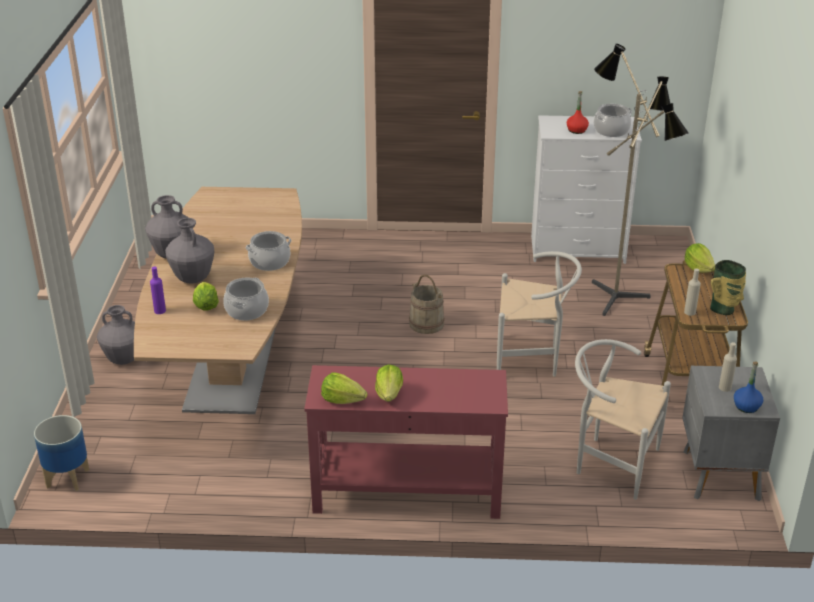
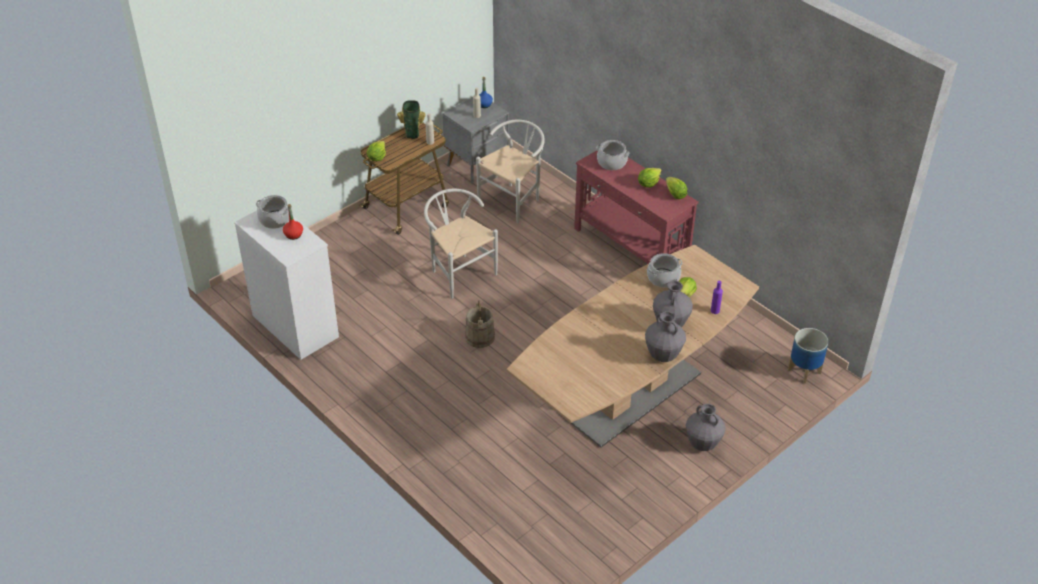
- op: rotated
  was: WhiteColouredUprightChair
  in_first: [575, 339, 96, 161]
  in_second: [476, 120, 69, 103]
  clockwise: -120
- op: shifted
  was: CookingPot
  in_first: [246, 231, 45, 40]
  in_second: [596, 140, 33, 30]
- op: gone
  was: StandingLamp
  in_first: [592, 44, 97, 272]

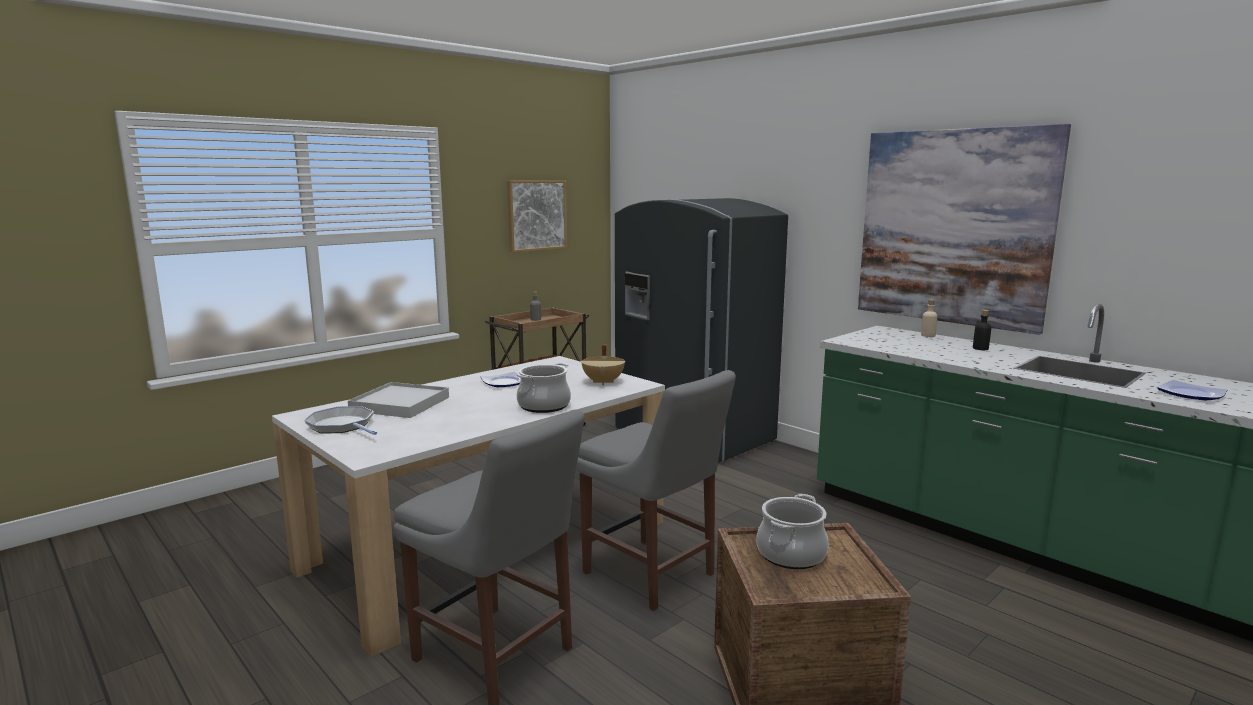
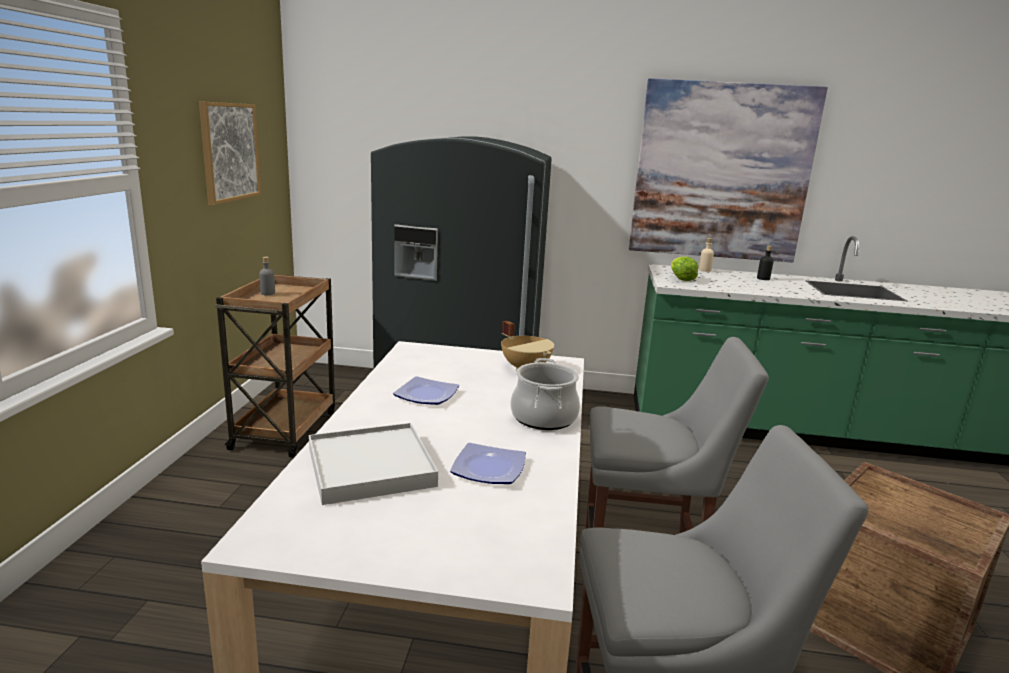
- op: shifted
  was: DinnerPlate
  in_first: [1157, 380, 70, 20]
  in_second: [450, 443, 76, 41]
- op: new
  now: HeadOfLettuce
  in_second: [671, 256, 27, 25]
- op: gone
  was: FryingPan
  in_first: [304, 406, 73, 29]
- op: gone
  was: CookingPot
  in_first: [756, 494, 73, 75]

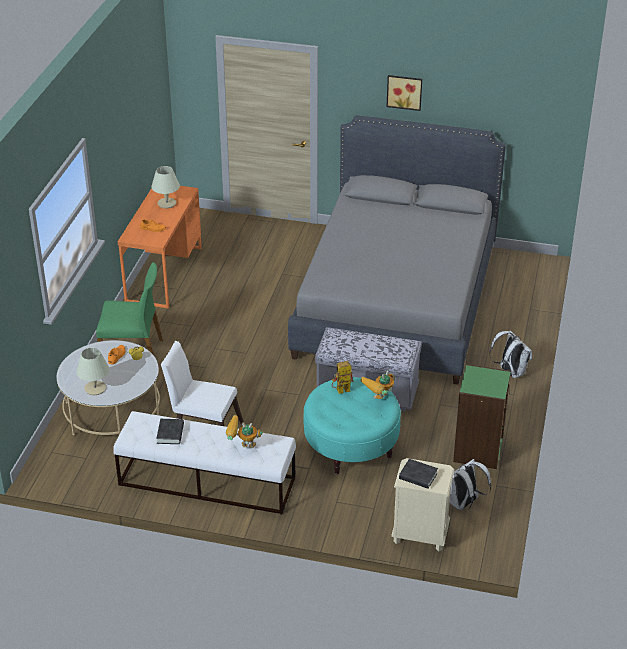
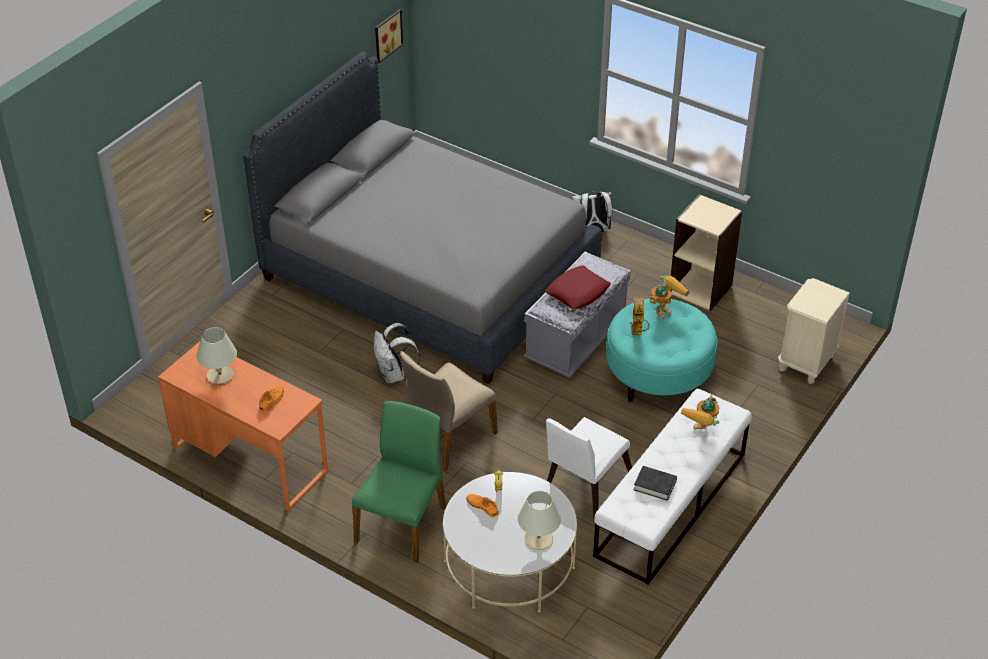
- op: shifted
  was: WhiteColouredKnapsack
  in_first: [450, 459, 41, 51]
  in_second: [374, 323, 46, 60]
- op: shifted
  was: WallPicture
  in_first: [387, 75, 35, 36]
  in_second: [375, 9, 28, 54]
- op: new
  now: SandColouredUprightChair
  in_second: [400, 351, 98, 120]
- op: new
  now: RedThrowPillow
  in_second: [545, 265, 66, 45]
- op: rotated
  was: ModelRobot
  in_first: [360, 370, 35, 29]
  in_second: [649, 275, 40, 45]
  clockwise: -105
- op: repainted
  was: GreenishBookshelf
  now: SandColouredBookshelf
  in_first: [453, 364, 58, 105]
  in_second: [671, 194, 72, 117]
- op: gone
  was: BlackColouredBook
  in_first: [399, 459, 39, 30]

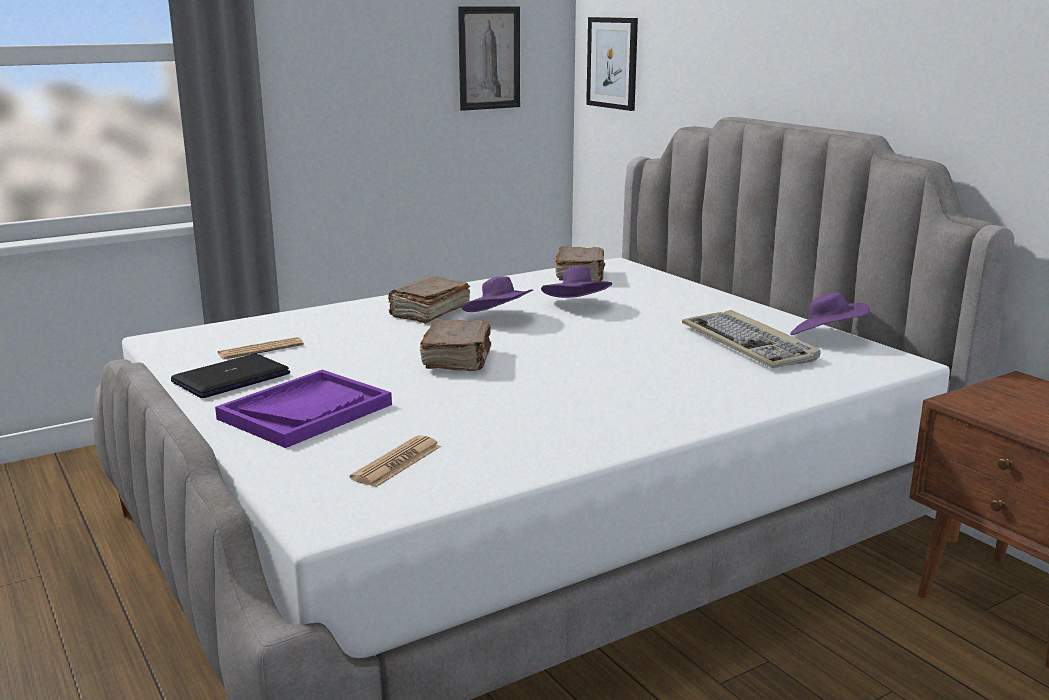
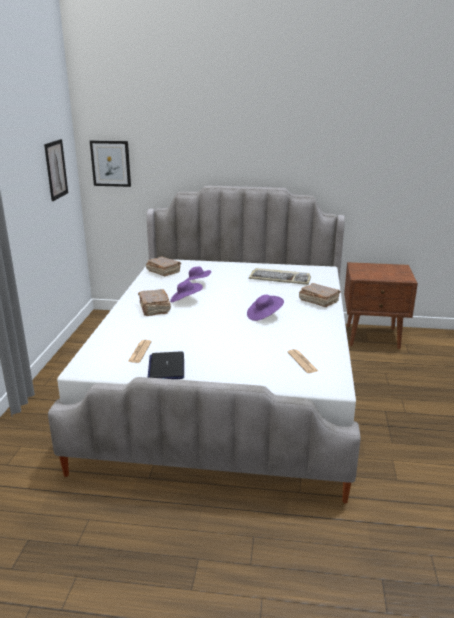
- op: shifted
  was: PurplishWearableHat
  in_first: [790, 293, 80, 42]
  in_second: [247, 295, 37, 26]
- op: shifted
  was: BrownColouredBook
  in_first: [420, 319, 71, 52]
  in_second: [299, 283, 42, 24]
- op: gone
  was: PurplishServingTray
  in_first: [215, 370, 177, 78]

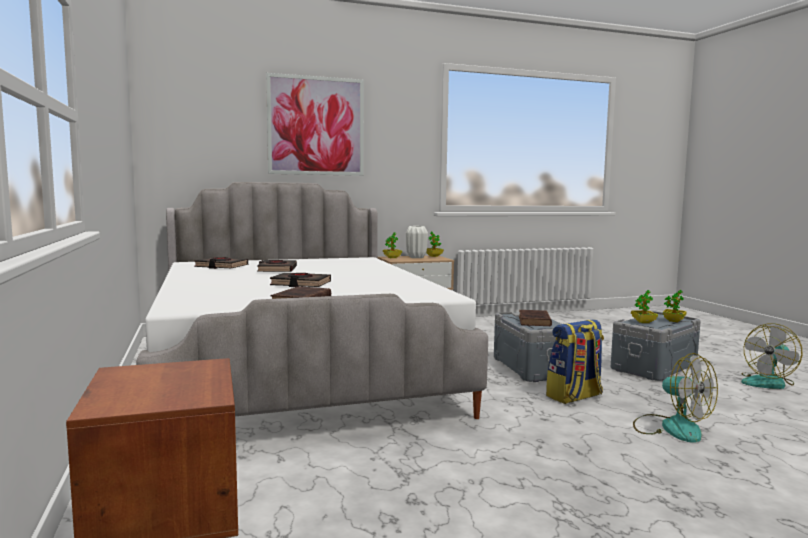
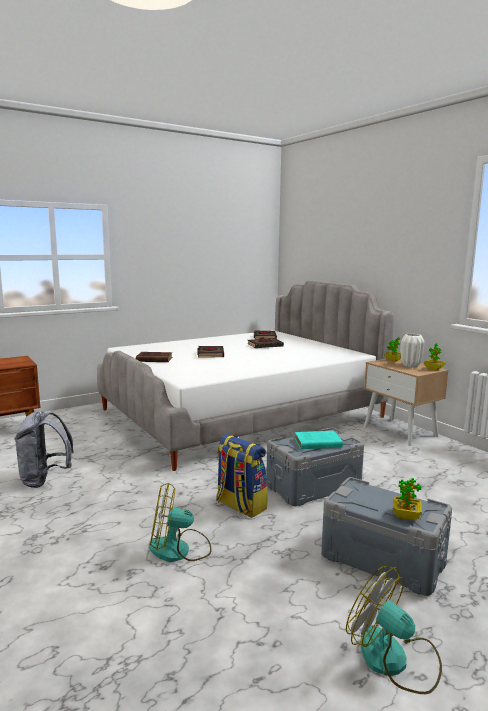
- op: new
  now: GreyishKnapsack
  in_second: [14, 411, 60, 77]
- op: rotated
  was: CoolingFan
  in_first: [633, 353, 85, 90]
  in_second: [149, 483, 63, 79]
  clockwise: 45
- op: repainted
  was: BrownColouredBook
  now: BlueGreenBook
  in_first: [519, 310, 33, 16]
  in_second: [295, 431, 48, 18]
- op: gone
  was: WallPicture
  in_first: [266, 73, 98, 103]
- op: gone
  was: PottedPlant
  in_first: [631, 290, 27, 33]

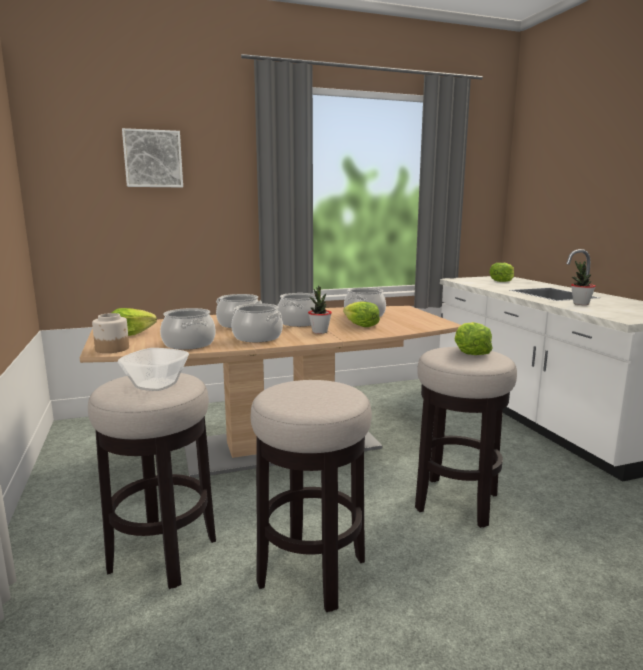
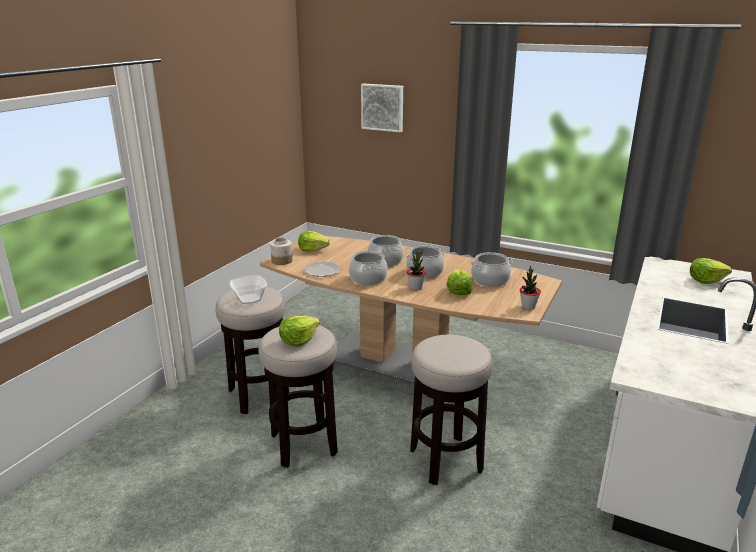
- op: shifted
  was: HeadOfLettuce
  in_first: [455, 322, 38, 33]
  in_second: [279, 316, 41, 31]
- op: swapped
  was: CookingPot
  now: DinnerPlate
  in_first: [160, 308, 56, 42]
  in_second: [304, 262, 36, 15]
- op: shifted
  was: PottedPlant
  in_first: [571, 260, 25, 45]
  in_second: [520, 266, 21, 43]

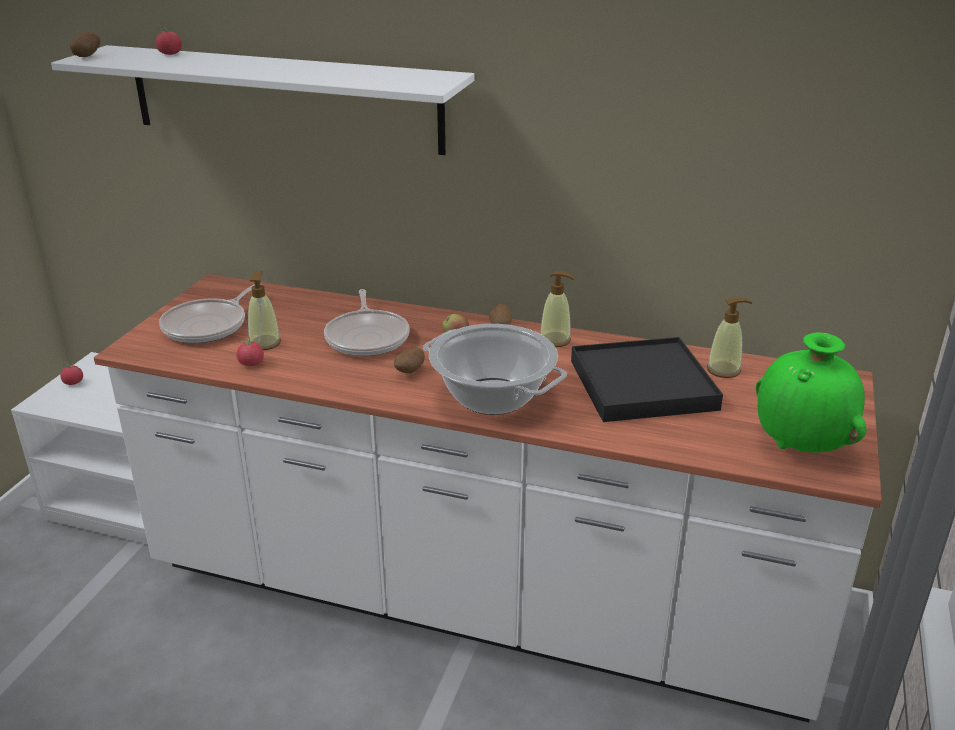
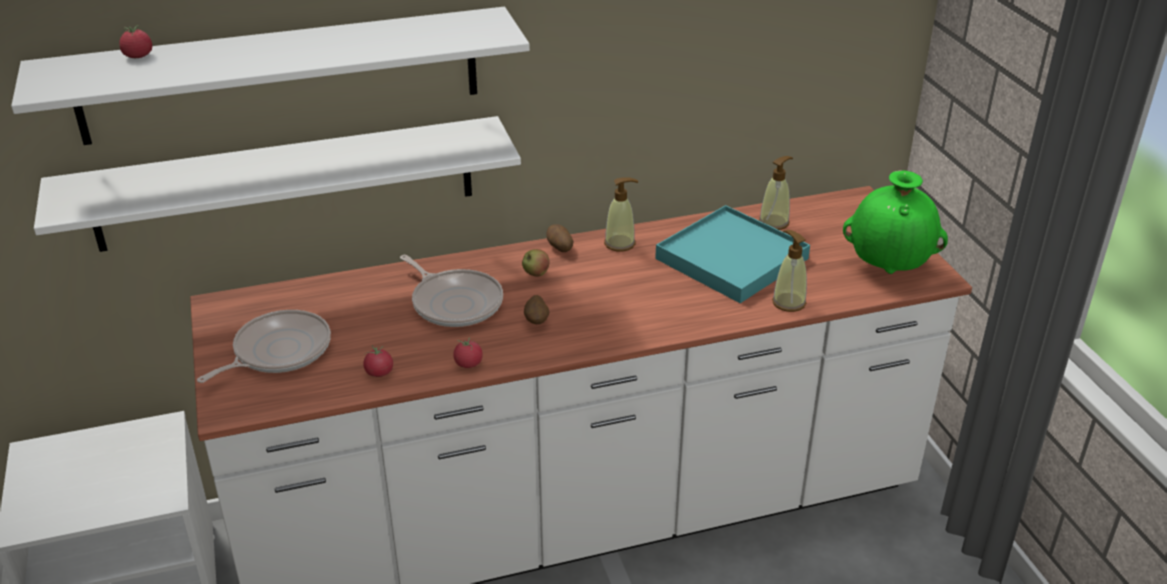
- op: new
  now: WhiteColouredWallShelf
  in_second: [34, 116, 487, 136]
- op: rotated
  was: FryingPan
  in_first: [159, 284, 96, 59]
  in_second: [197, 310, 134, 73]
  clockwise: -135
- op: shifted
  was: WholeTomato
  in_first: [60, 363, 23, 22]
  in_second: [453, 337, 30, 31]
- op: repainted
  was: BlackColouredServingTray
  now: BlueGreenServingTray
  in_first: [571, 337, 152, 85]
  in_second: [655, 205, 155, 98]
- op: shifted
  was: SoapDispenser
  in_first: [248, 271, 33, 79]
  in_second: [772, 230, 35, 82]
- op: gone
  was: Potato
  in_first: [70, 32, 30, 25]
- op: gone
  was: CookingPot
  in_first: [423, 324, 144, 91]

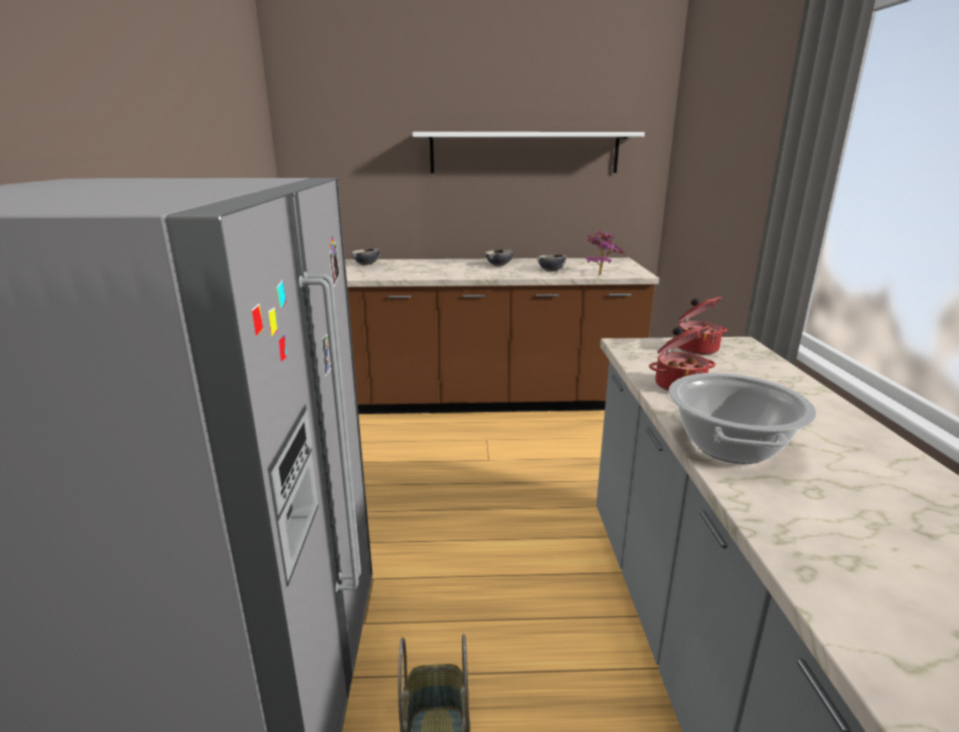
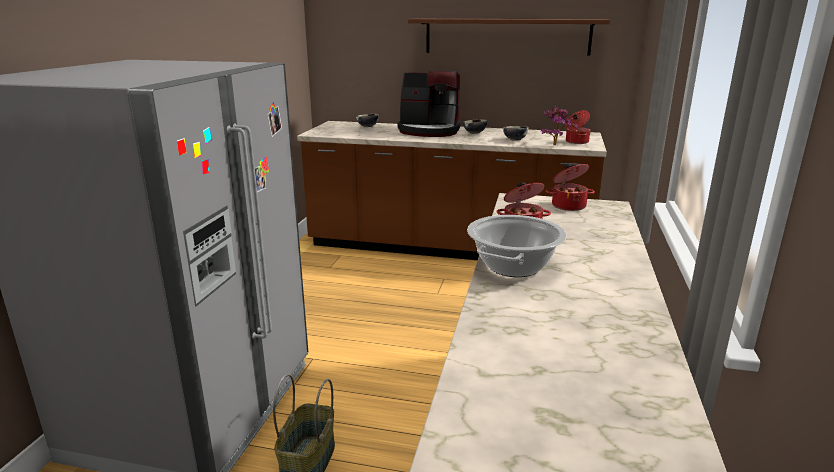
- op: new
  now: CoffeeMachine
  in_second: [398, 70, 64, 67]
- op: repainted
  was: WhiteColouredWallShelf
  now: BrownColouredWallShelf
  in_first: [412, 132, 233, 41]
  in_second: [408, 19, 202, 36]
- op: new
  now: CookingPot
  in_second: [566, 110, 24, 34]

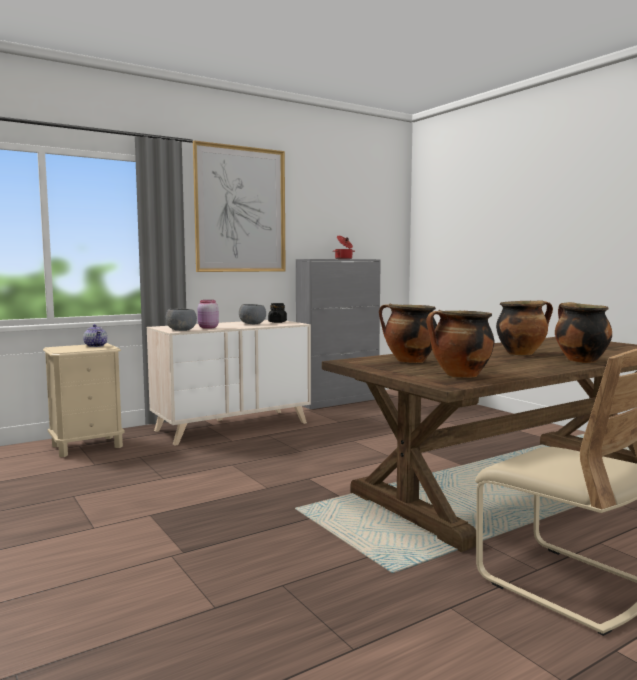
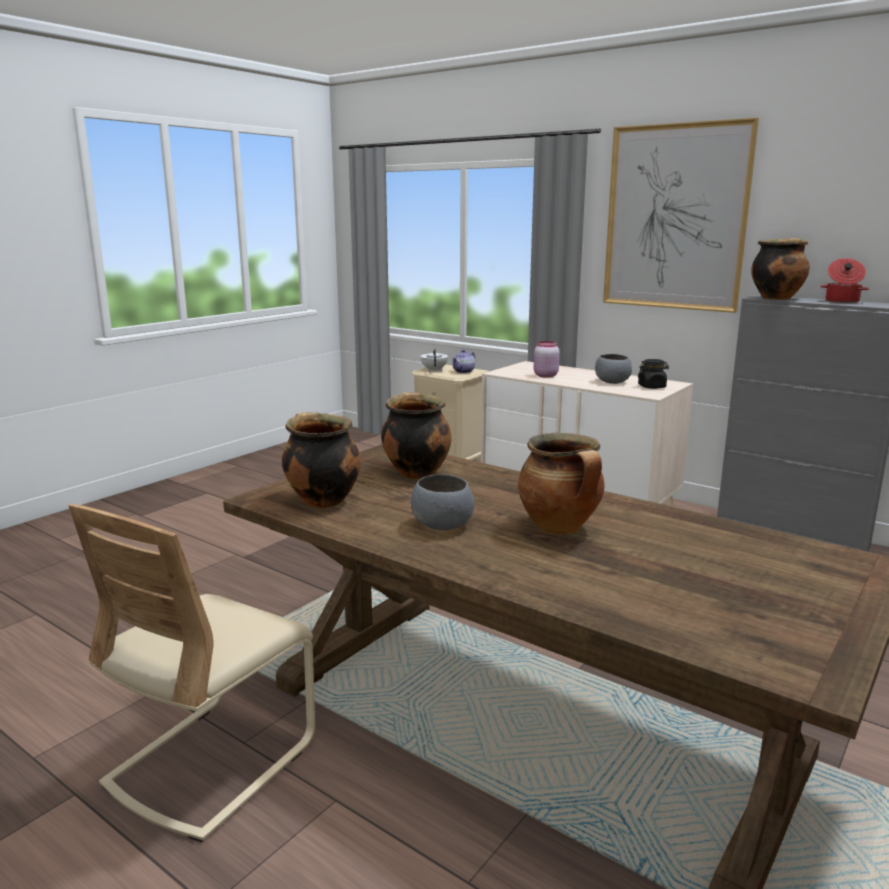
- op: shifted
  was: GreyishBowl
  in_first: [166, 309, 31, 22]
  in_second: [411, 474, 63, 56]
- op: new
  now: WhiteColouredTeapot
  in_second: [420, 349, 28, 23]
- op: shifted
  was: CookingPot
  in_first: [555, 302, 57, 61]
  in_second: [751, 238, 59, 62]

